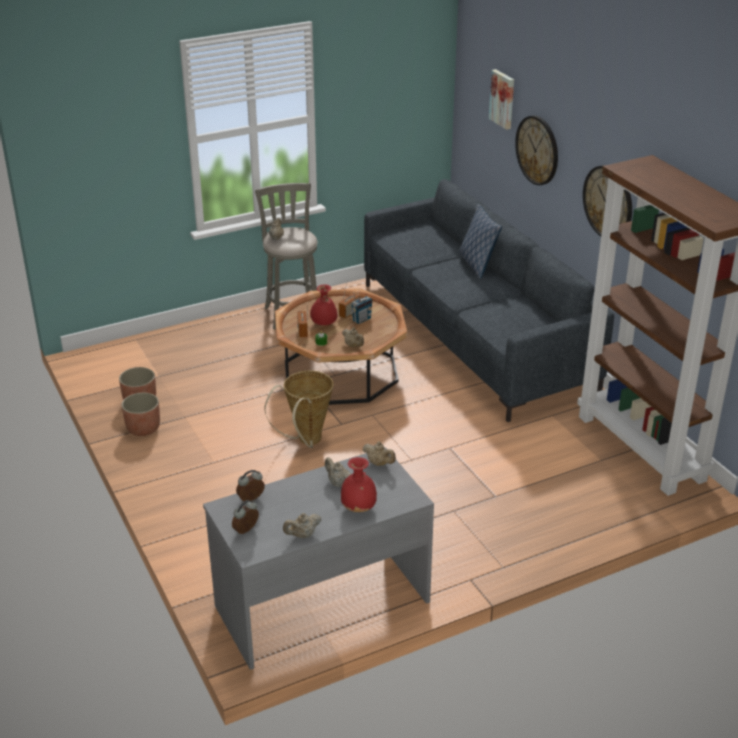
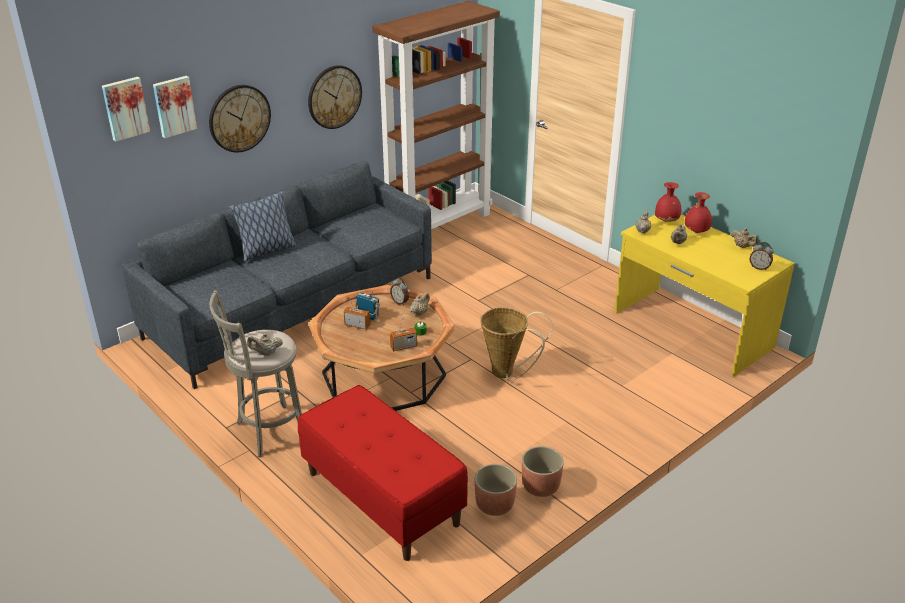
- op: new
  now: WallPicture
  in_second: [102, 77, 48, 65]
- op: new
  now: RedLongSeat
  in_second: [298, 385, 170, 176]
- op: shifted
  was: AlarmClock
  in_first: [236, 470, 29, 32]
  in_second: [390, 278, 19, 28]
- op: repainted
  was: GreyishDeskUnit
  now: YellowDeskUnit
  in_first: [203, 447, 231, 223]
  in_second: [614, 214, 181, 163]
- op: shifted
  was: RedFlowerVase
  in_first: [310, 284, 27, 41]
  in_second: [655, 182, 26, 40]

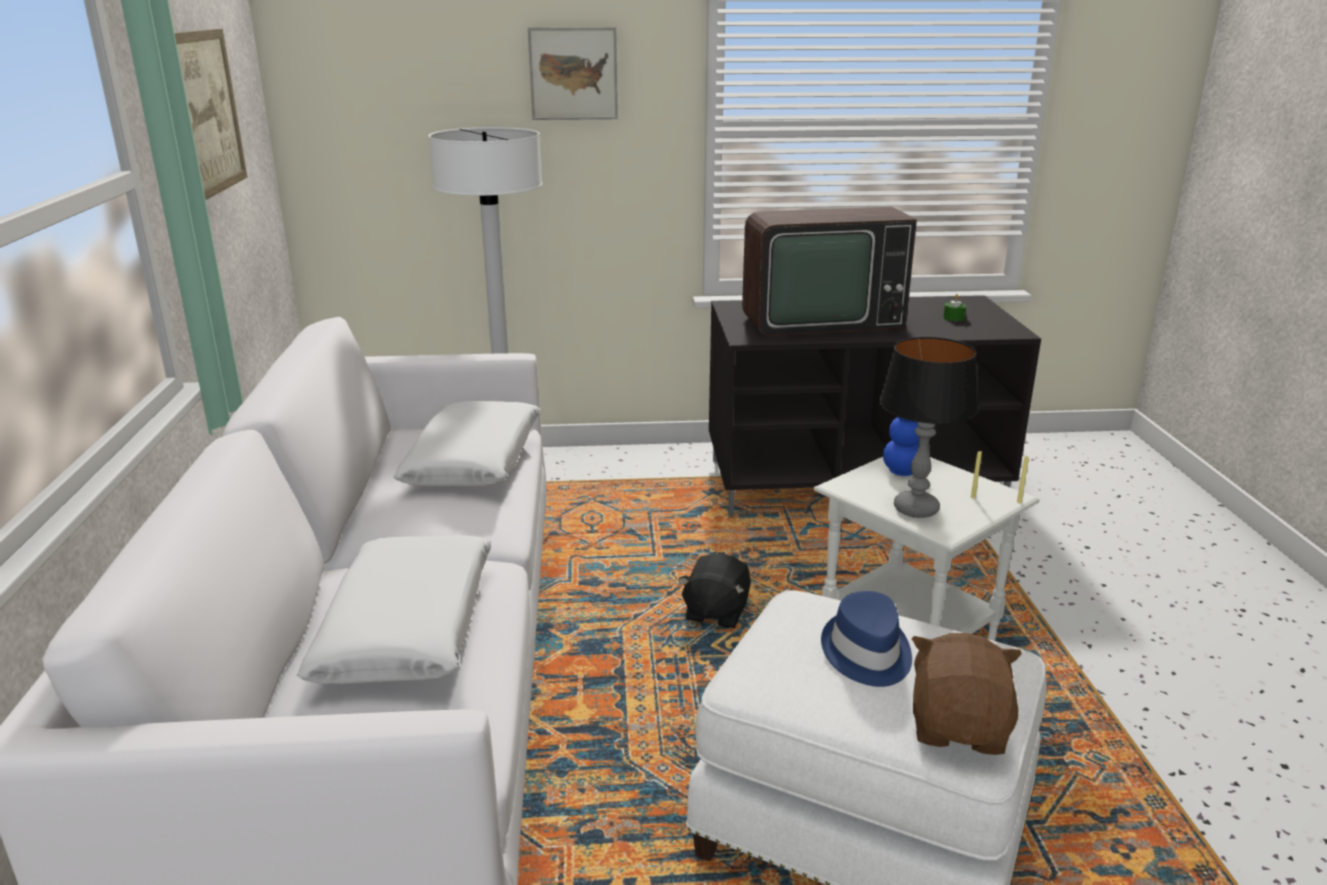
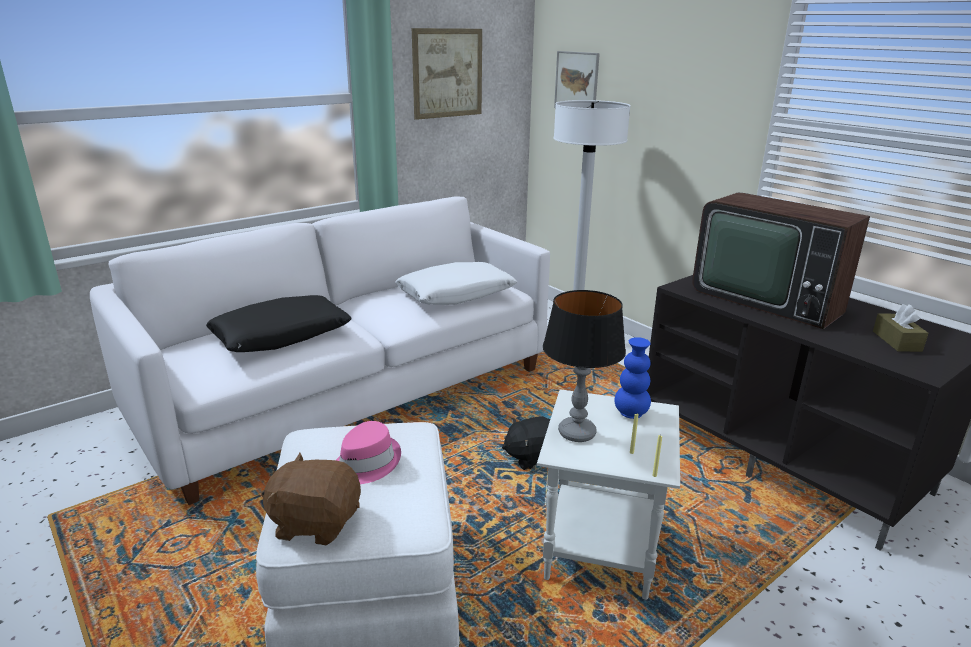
- op: repainted
  was: WhiteColouredThrowPillow
  now: BlackColouredThrowPillow
  in_first: [297, 535, 195, 149]
  in_second: [206, 295, 146, 57]
- op: rotated
  was: BrownColouredPlushToy
  in_first: [912, 633, 110, 122]
  in_second: [261, 453, 100, 92]
  clockwise: -150
- op: repainted
  was: BlueWearableHat
  now: PinkColouredWearableHat
  in_first: [821, 591, 91, 96]
  in_second: [336, 421, 65, 63]
- op: shifted
  was: WallPicture
  in_first: [528, 27, 90, 93]
  in_second: [554, 51, 46, 57]
- op: swapped
  was: GreenishCandle
  now: BrownColouredTissueHolder
  in_first: [943, 294, 23, 27]
  in_second: [873, 304, 55, 48]

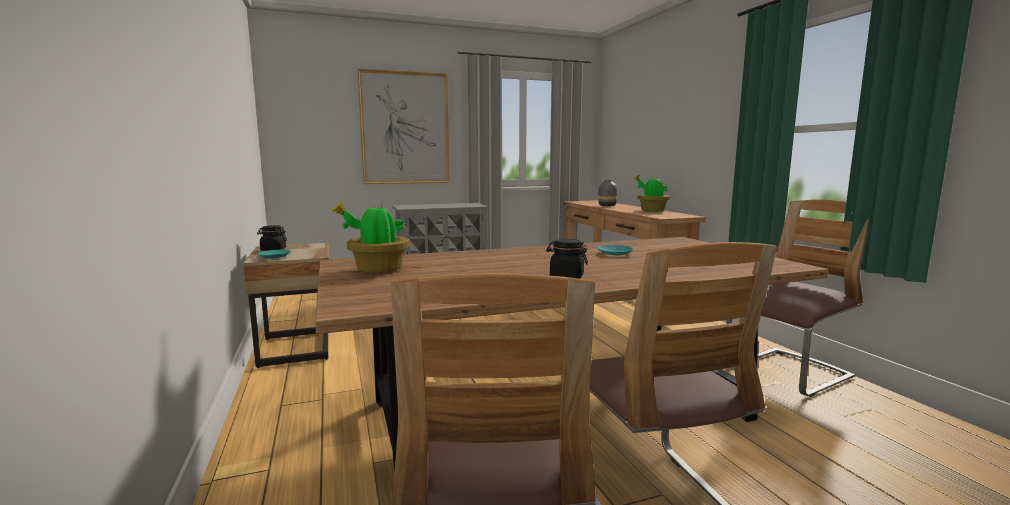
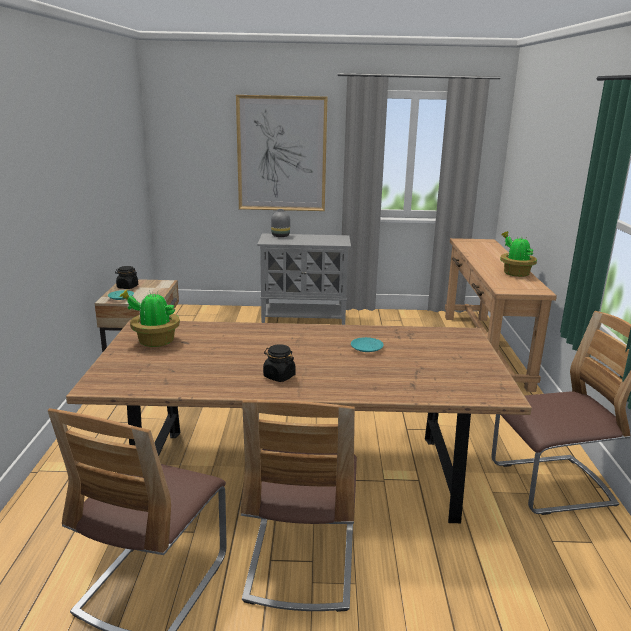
- op: shifted
  was: GreyishFlowerVase
  in_first: [598, 180, 19, 26]
  in_second: [271, 209, 19, 28]

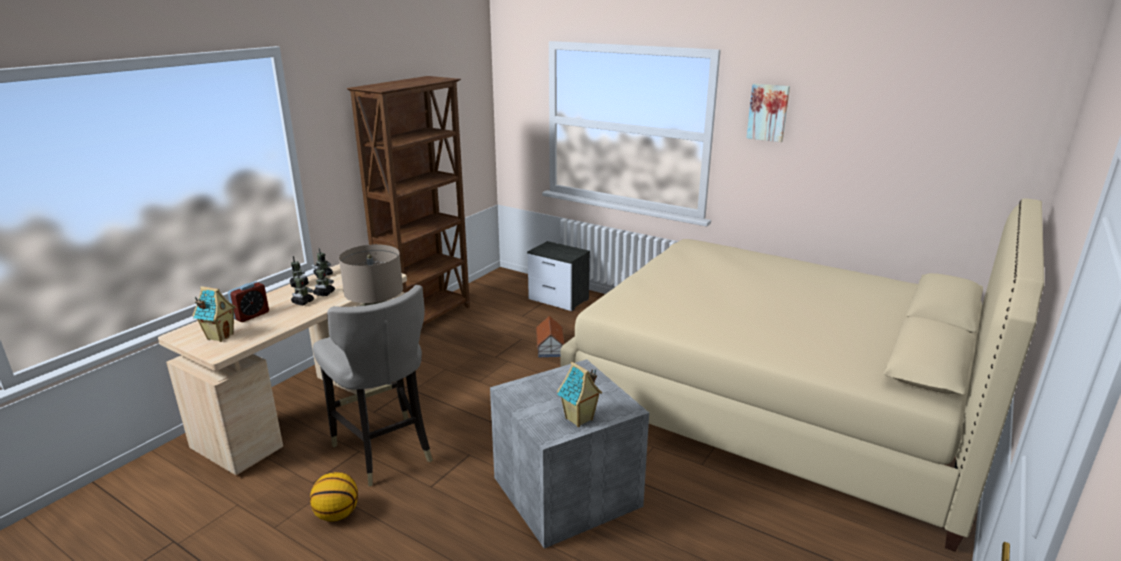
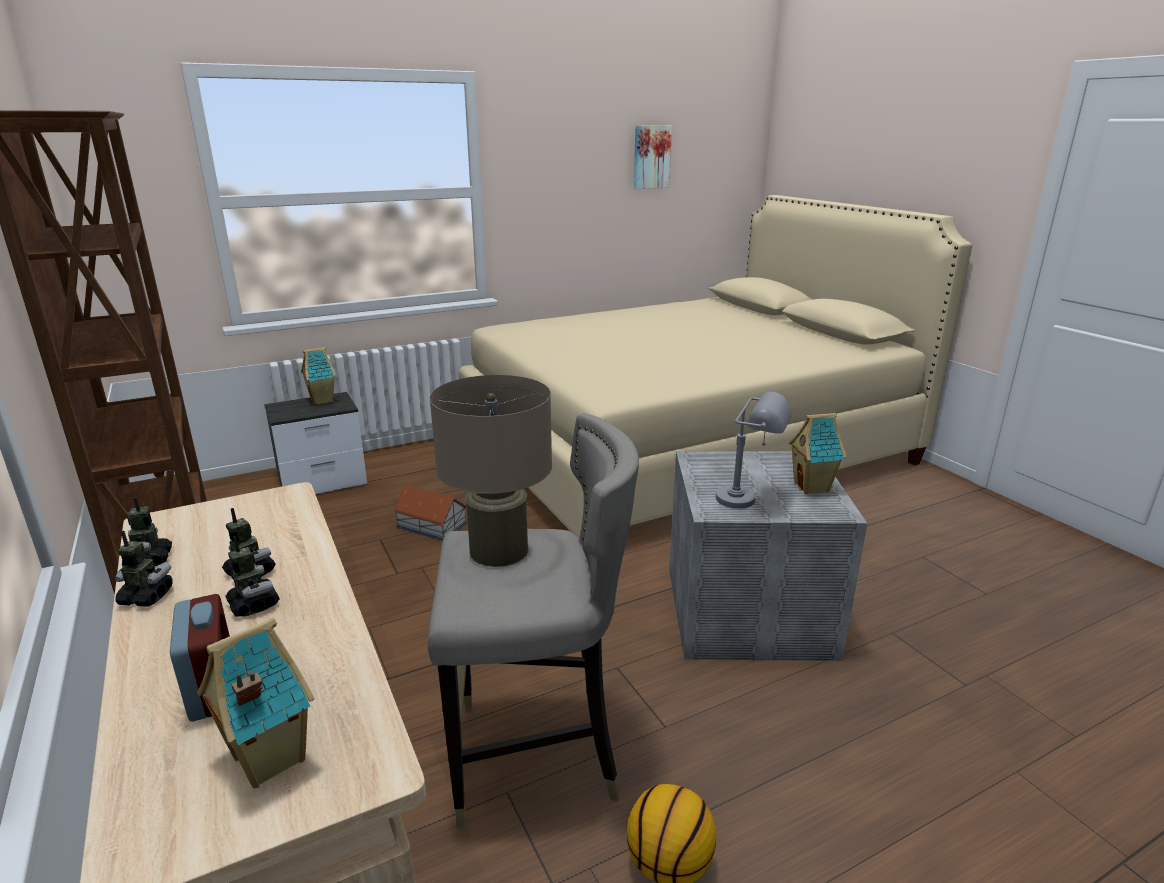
- op: new
  now: ToyHouse
  in_second: [301, 347, 35, 58]
- op: shifted
  was: WallPicture
  in_first: [746, 84, 44, 58]
  in_second: [634, 125, 38, 64]
- op: new
  now: GreyishLampForATable
  in_second: [716, 392, 76, 117]

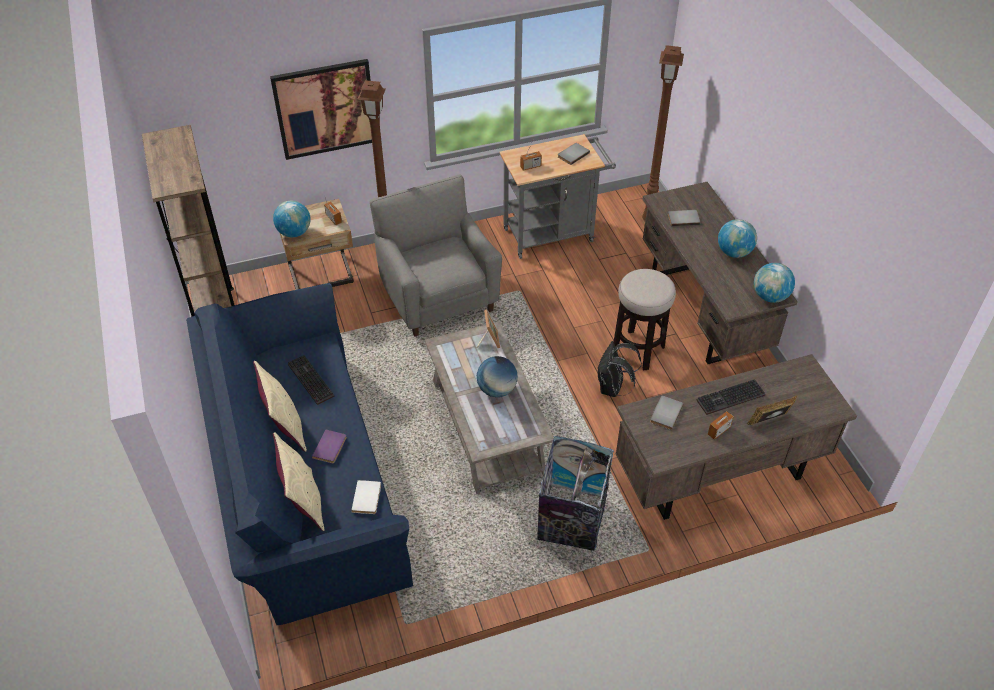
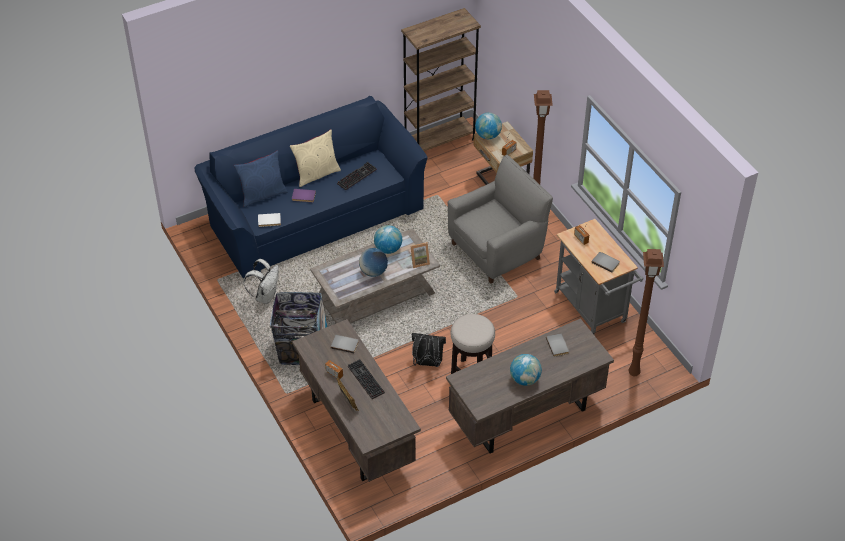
- op: repainted
  was: SandColouredThrowPillow
  now: BlueThrowPillow
  in_first: [273, 432, 51, 99]
  in_second: [234, 150, 53, 57]
- op: new
  now: WhiteColouredKnapsack
  in_second: [244, 259, 35, 45]
- op: shifted
  was: Globe
  in_first: [754, 263, 41, 40]
  in_second: [374, 225, 28, 29]
- op: gone
  was: WallPicture
  in_first: [270, 59, 102, 101]

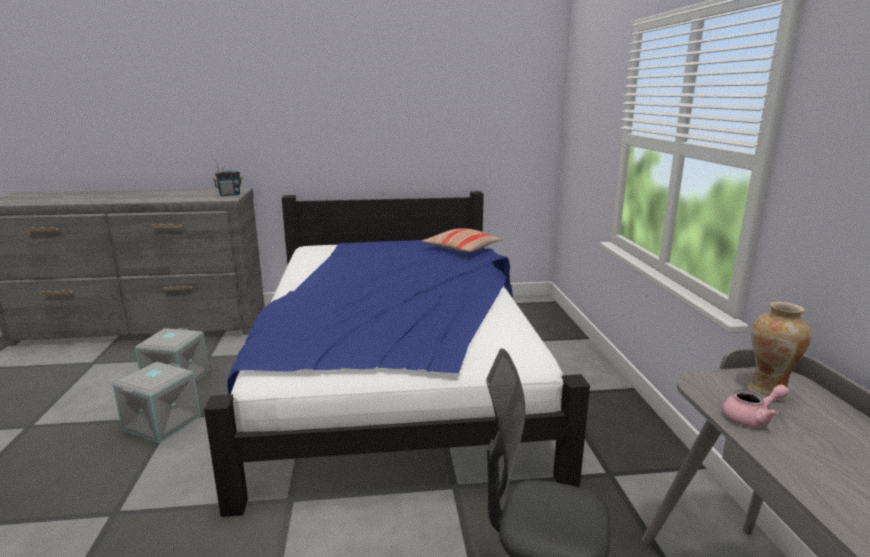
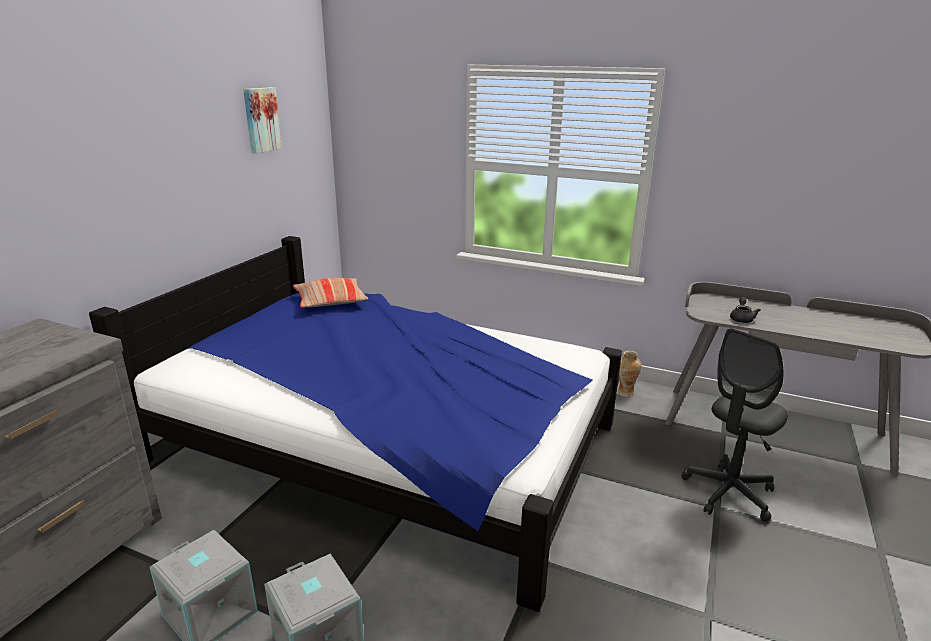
- op: new
  now: WallPicture
  in_second: [243, 87, 39, 67]
- op: shifted
  was: FlowerVase
  in_first: [748, 302, 64, 99]
  in_second: [617, 351, 25, 46]
- op: repainted
  was: PinkColouredTeapot
  now: GreyishTeapot
  in_first: [722, 384, 67, 43]
  in_second: [730, 297, 31, 26]
- op: gone
  was: RadioReceiver
  in_first: [214, 159, 28, 37]

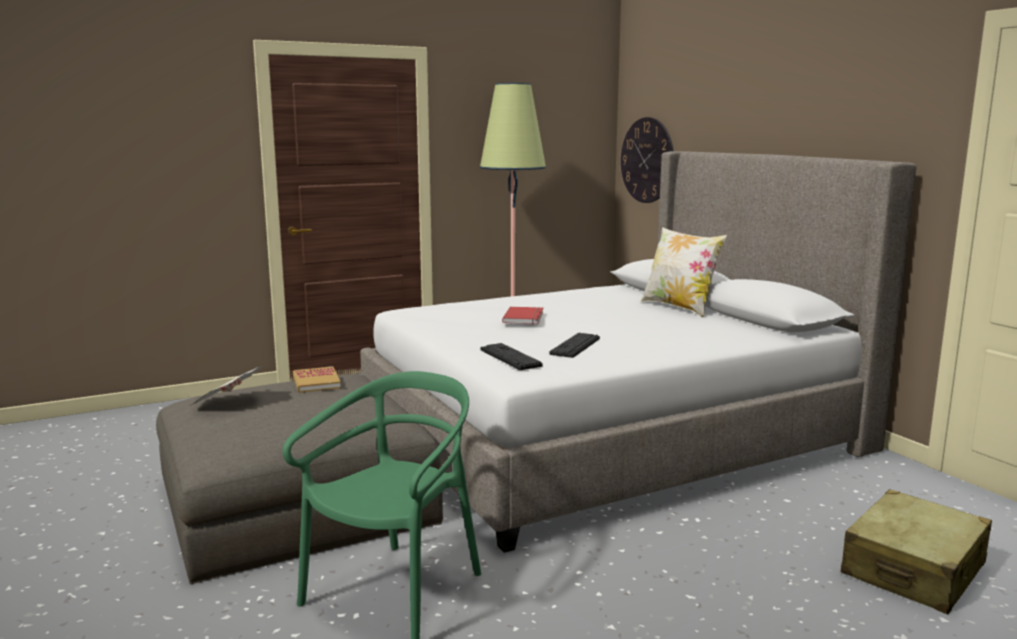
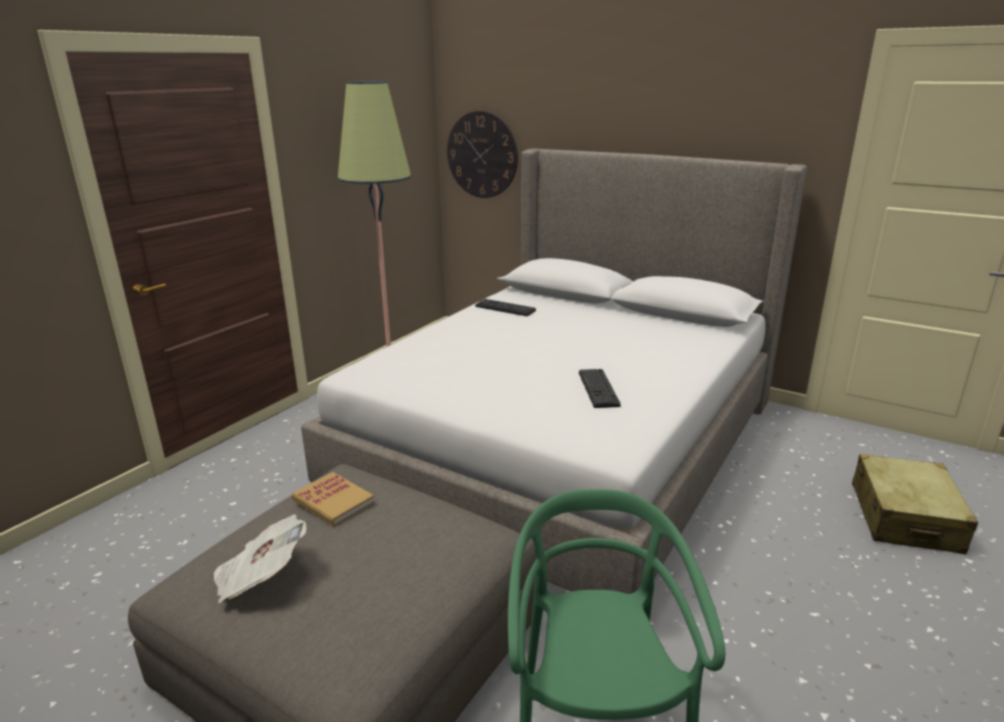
- op: shifted
  was: Keyboard
  in_first: [480, 343, 63, 27]
  in_second: [475, 299, 61, 17]
- op: gone
  was: RedBook
  in_first: [502, 307, 41, 17]
- op: gone
  was: ThrowPillow
  in_first: [641, 227, 86, 90]

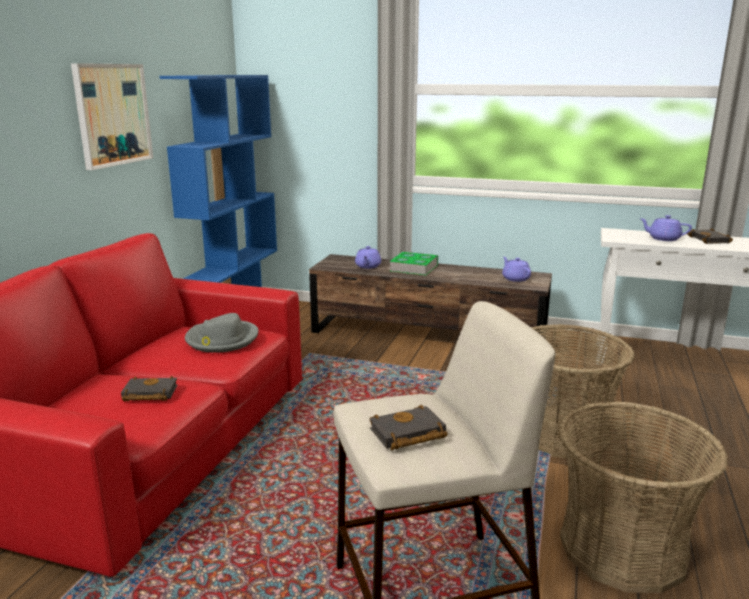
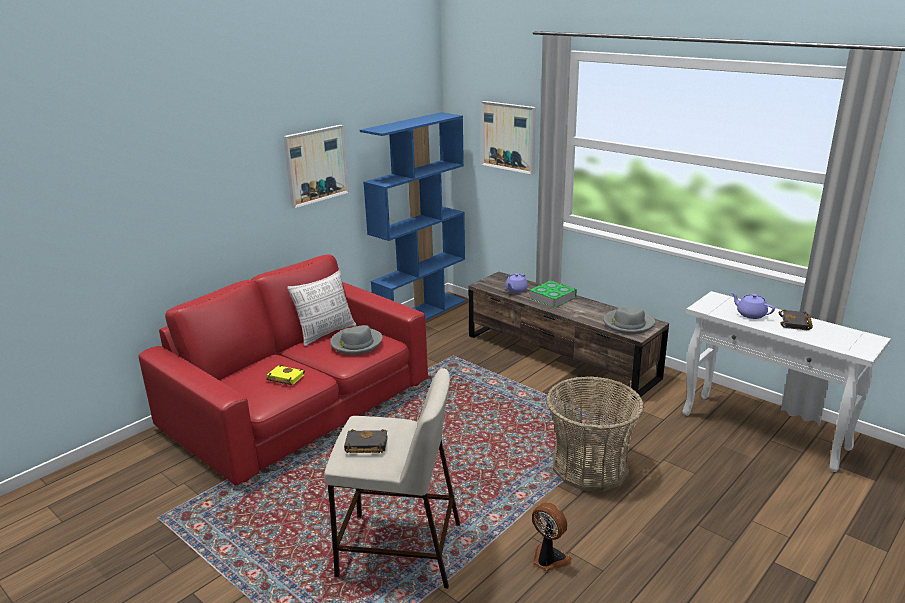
- op: repainted
  was: BlackColouredBook
  now: YellowBook
  in_first: [121, 376, 57, 25]
  in_second: [266, 365, 39, 20]
- op: new
  now: ThrowPillow
  in_second: [287, 270, 69, 76]
- op: new
  now: WallPicture
  in_second: [481, 101, 55, 74]
- op: swapped
  was: Basket
  now: CoolingFan
  in_first: [558, 401, 170, 192]
  in_second: [532, 502, 40, 70]
- op: swapped
  was: PurplishTeapot
  now: GreyishWearableHat
  in_first: [502, 257, 29, 25]
  in_second: [603, 307, 52, 27]

